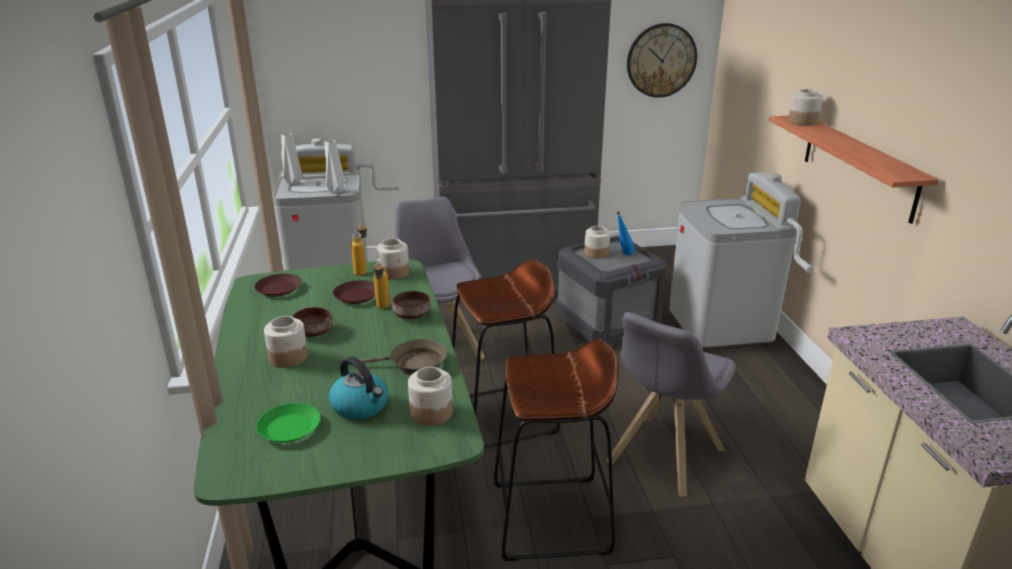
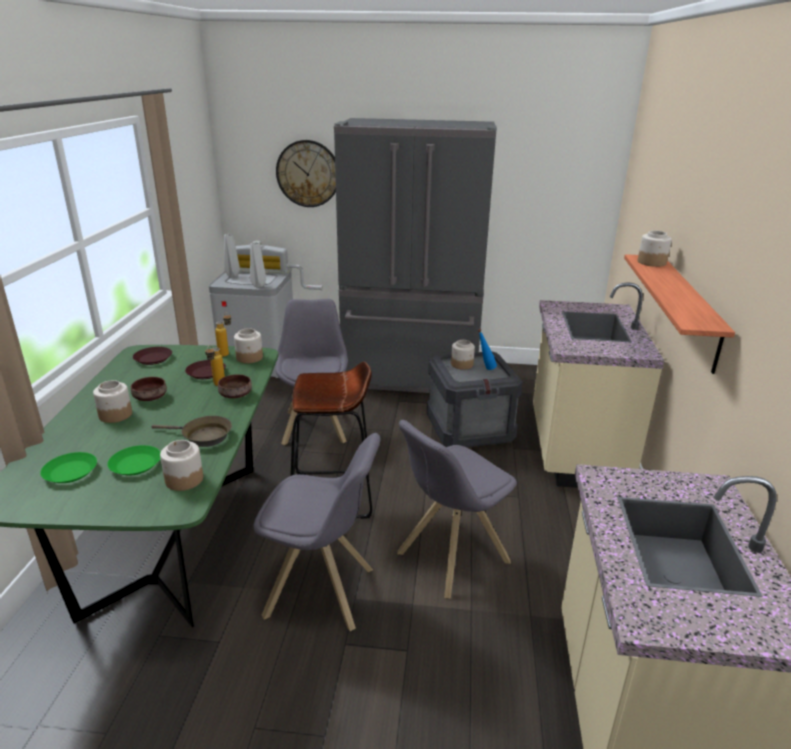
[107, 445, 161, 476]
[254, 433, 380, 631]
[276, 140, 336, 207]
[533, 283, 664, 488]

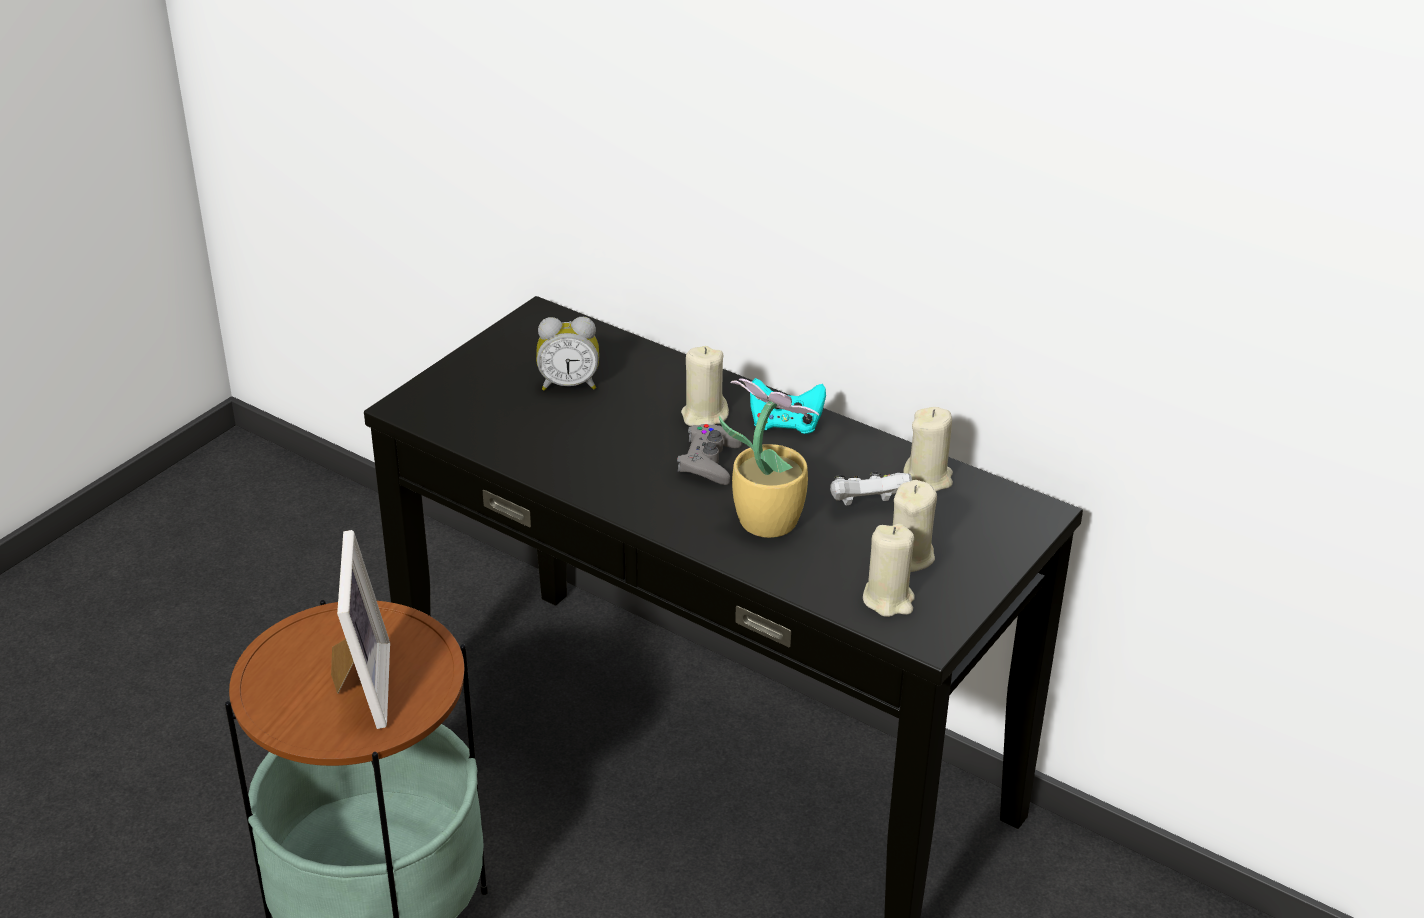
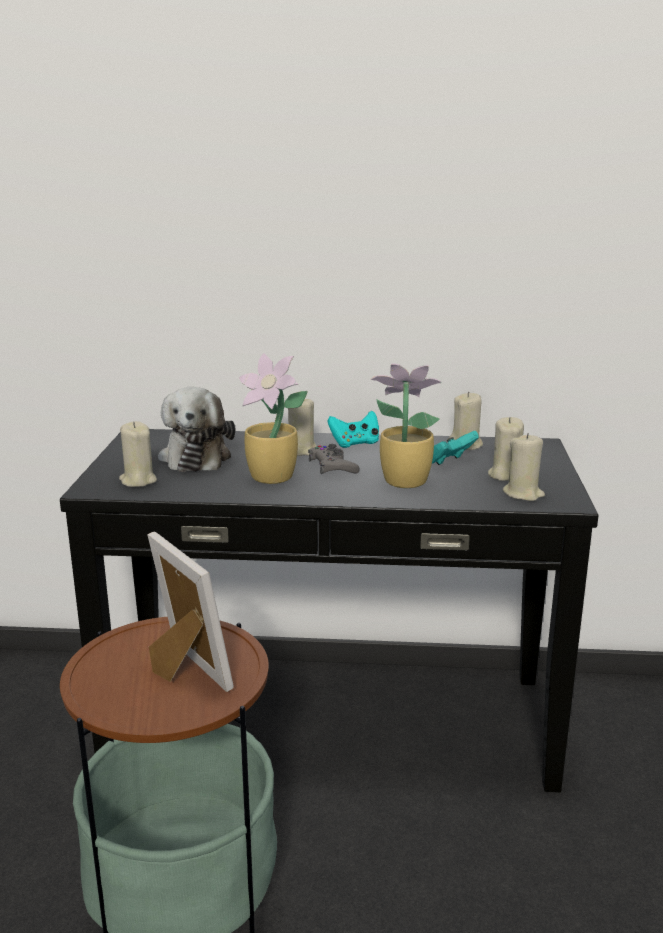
[158, 387, 235, 472]
[432, 431, 479, 465]
[119, 421, 157, 487]
[239, 353, 308, 484]

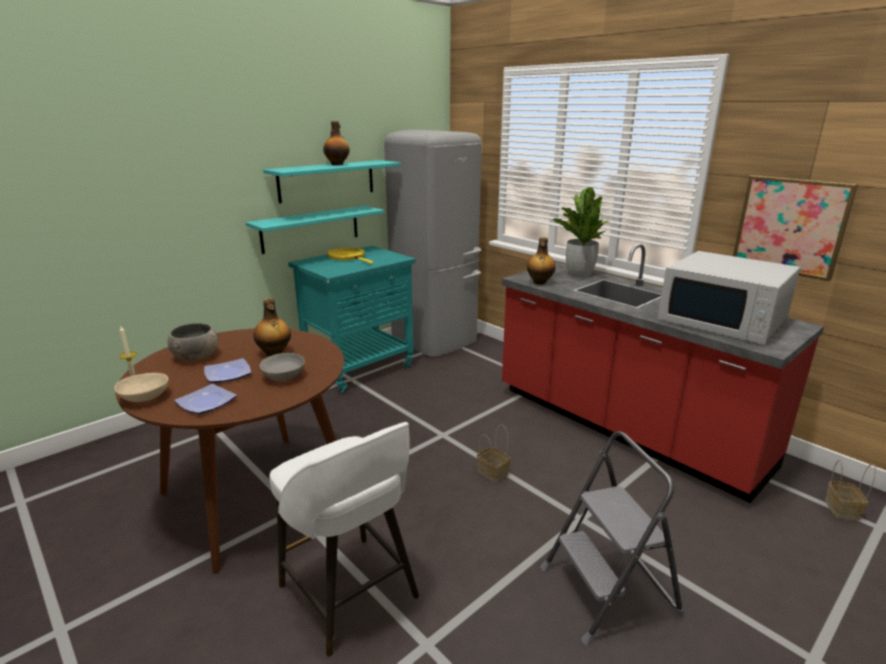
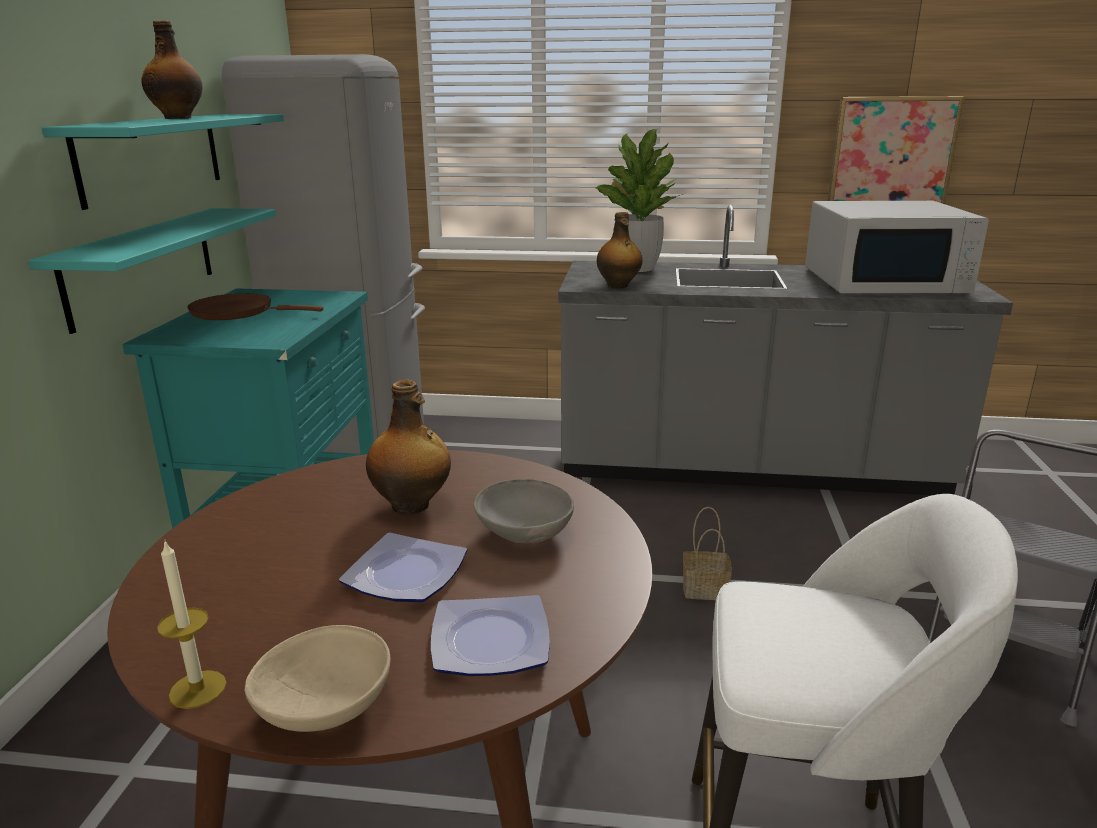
[168, 323, 218, 361] (first image)
[188, 293, 324, 320]
[558, 205, 1013, 495]
[825, 460, 876, 521] (first image)

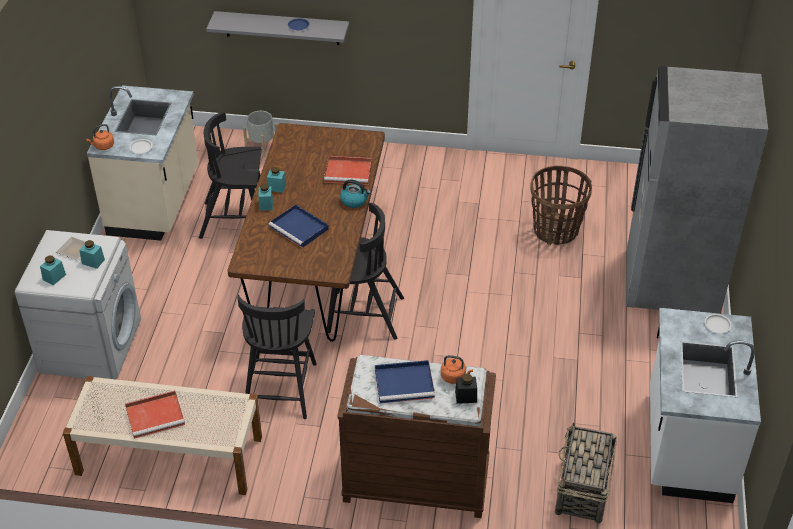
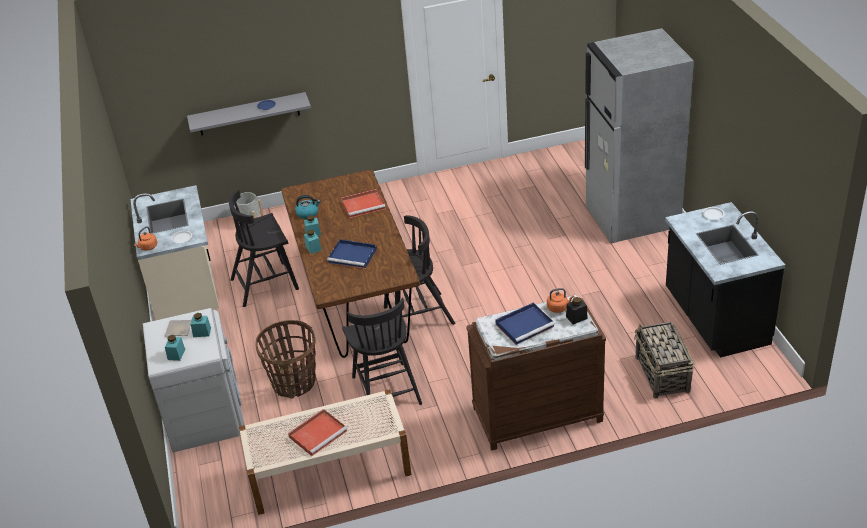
[295, 195, 321, 219]
[255, 320, 316, 399]
[665, 202, 785, 358]

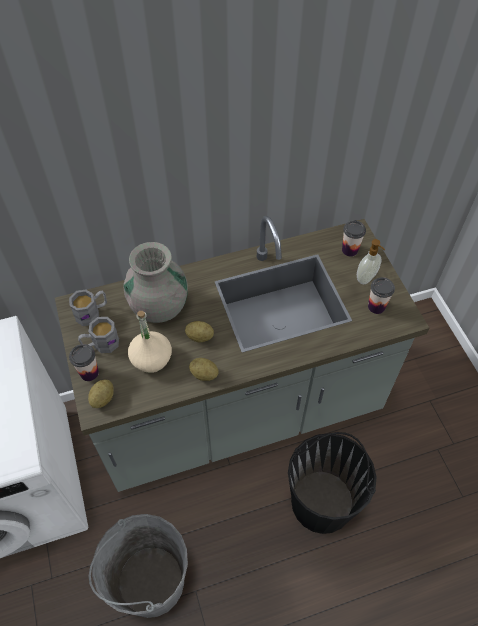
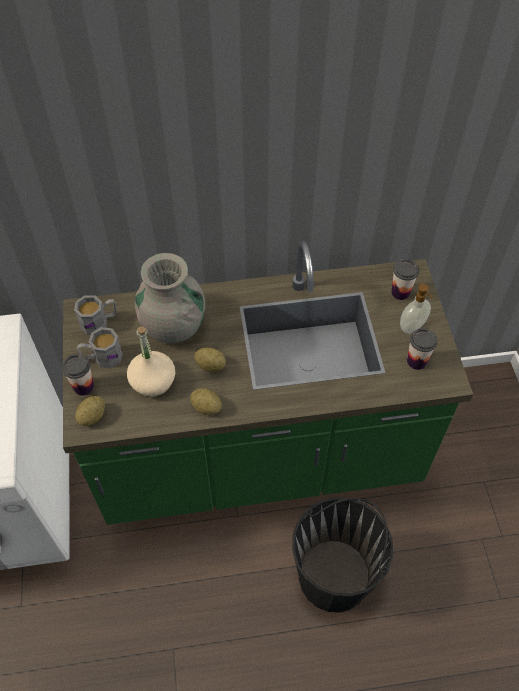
[63, 241, 473, 525]
[89, 514, 188, 618] (first image)

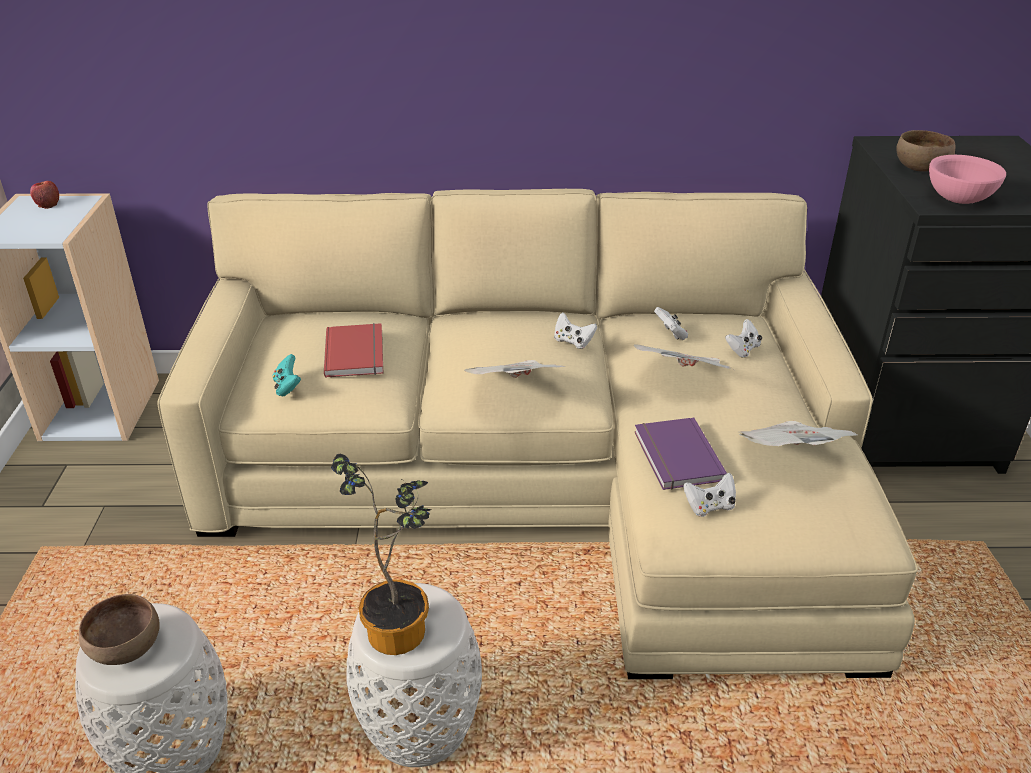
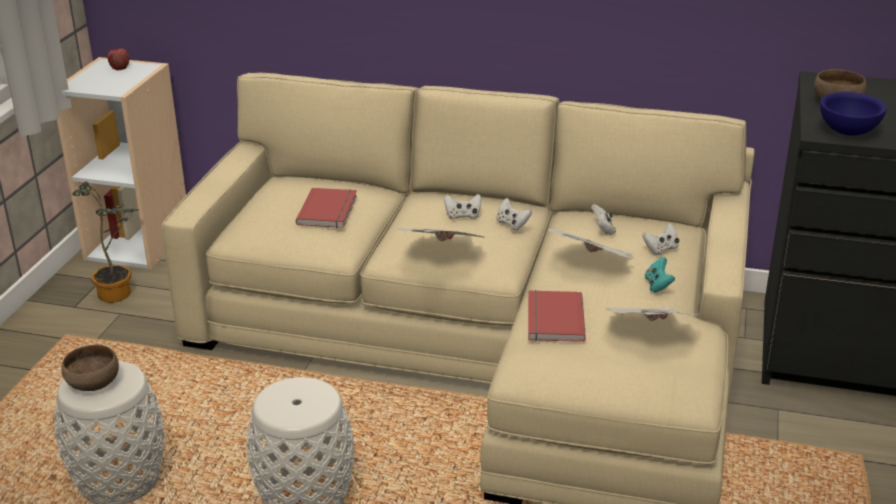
[645, 257, 675, 292]
[72, 181, 139, 303]
[528, 290, 586, 342]
[444, 194, 481, 219]
[820, 92, 887, 136]

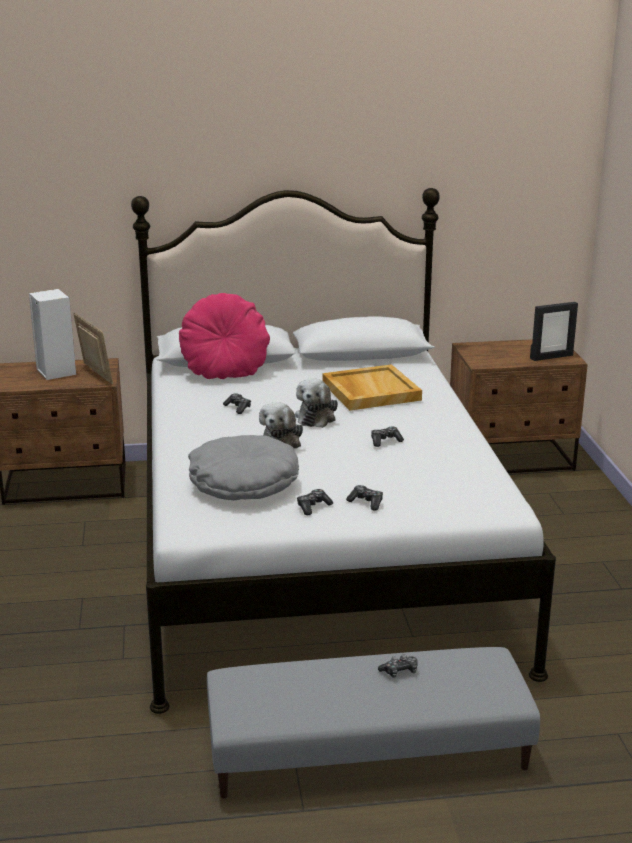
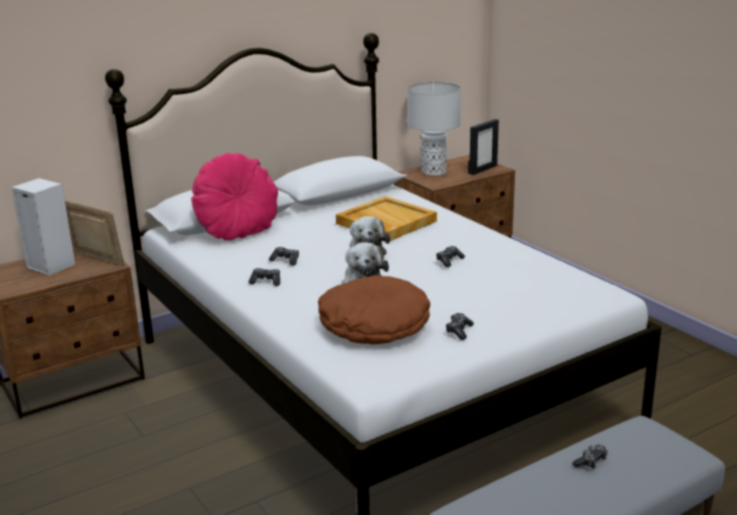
[318, 275, 430, 344]
[249, 268, 280, 286]
[408, 82, 461, 176]

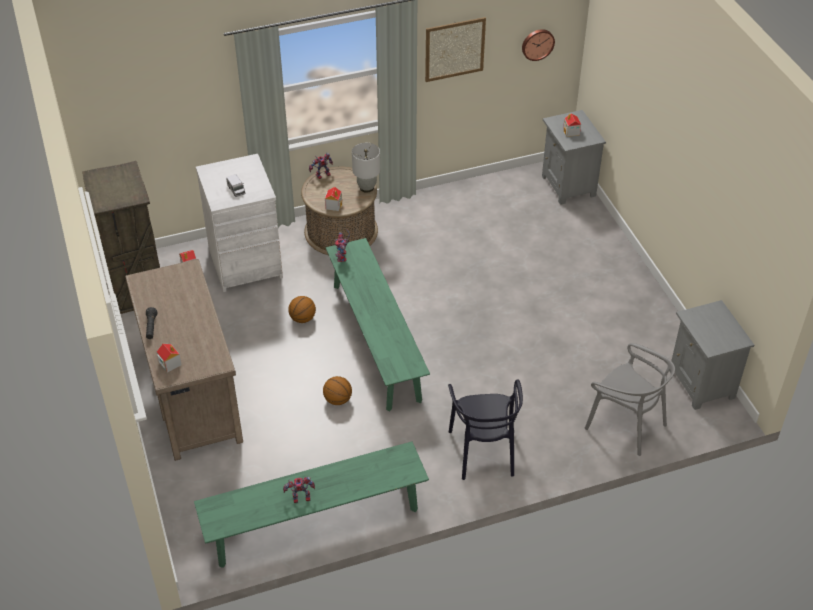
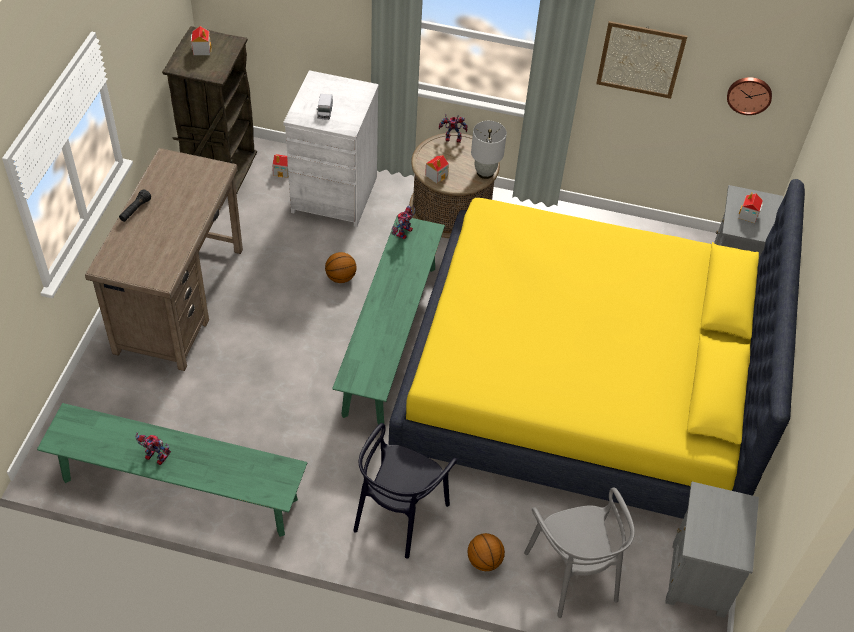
[191, 26, 212, 55]
[468, 533, 505, 571]
[389, 179, 805, 519]

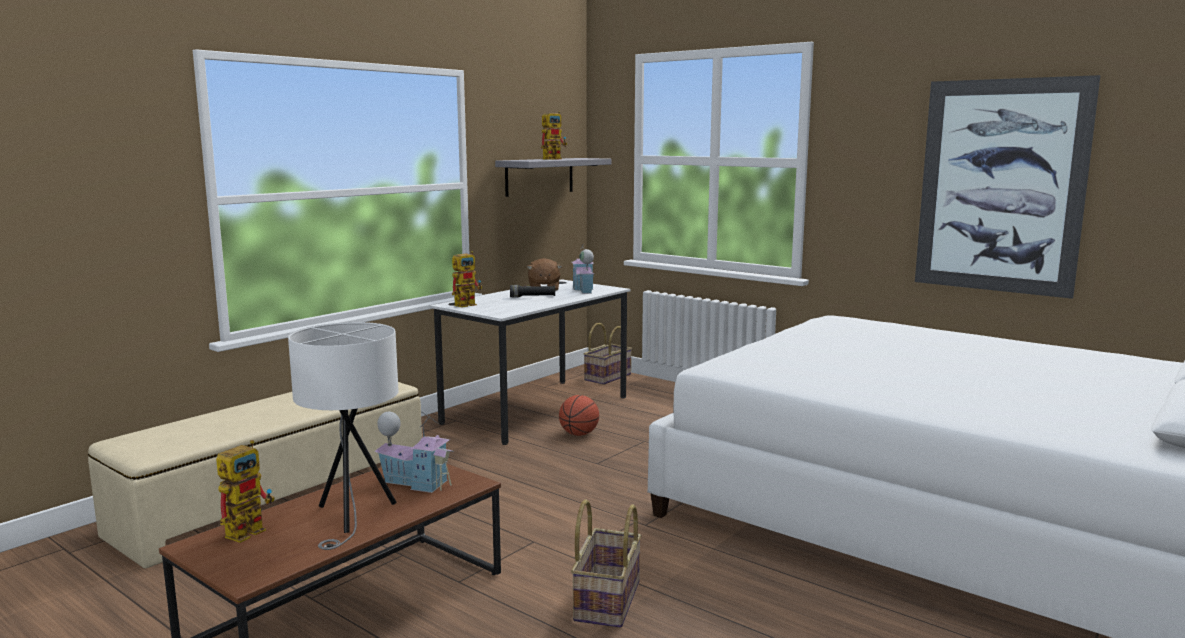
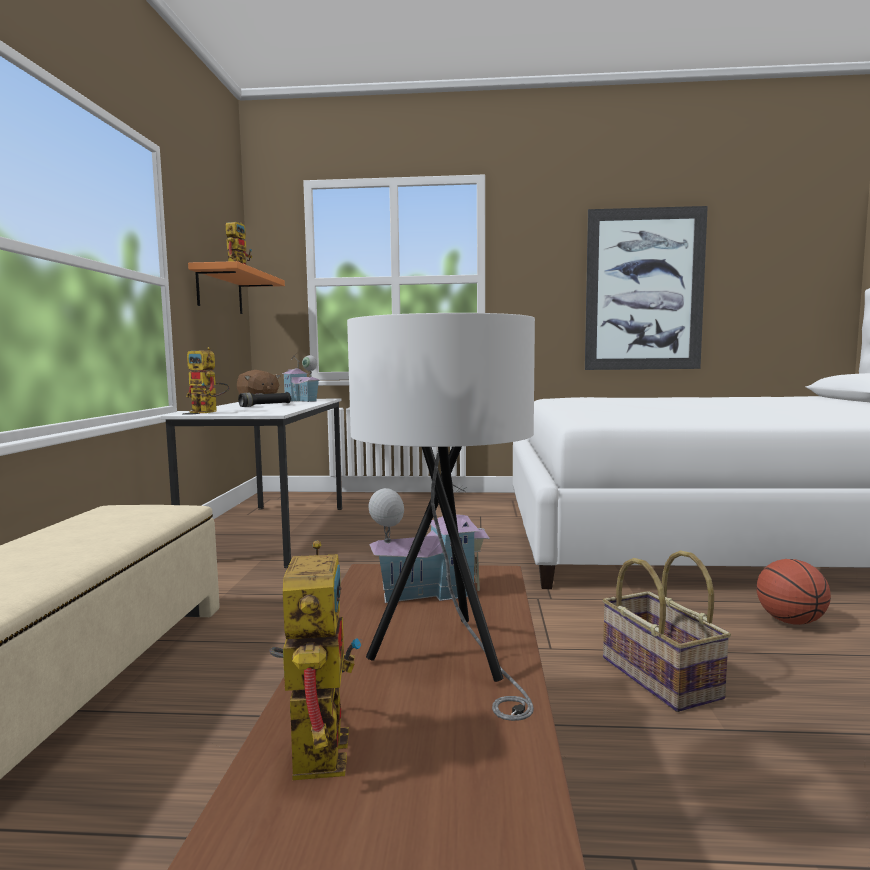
[186, 347, 230, 413]
[188, 261, 285, 314]
[756, 559, 831, 625]
[583, 323, 632, 385] (first image)

